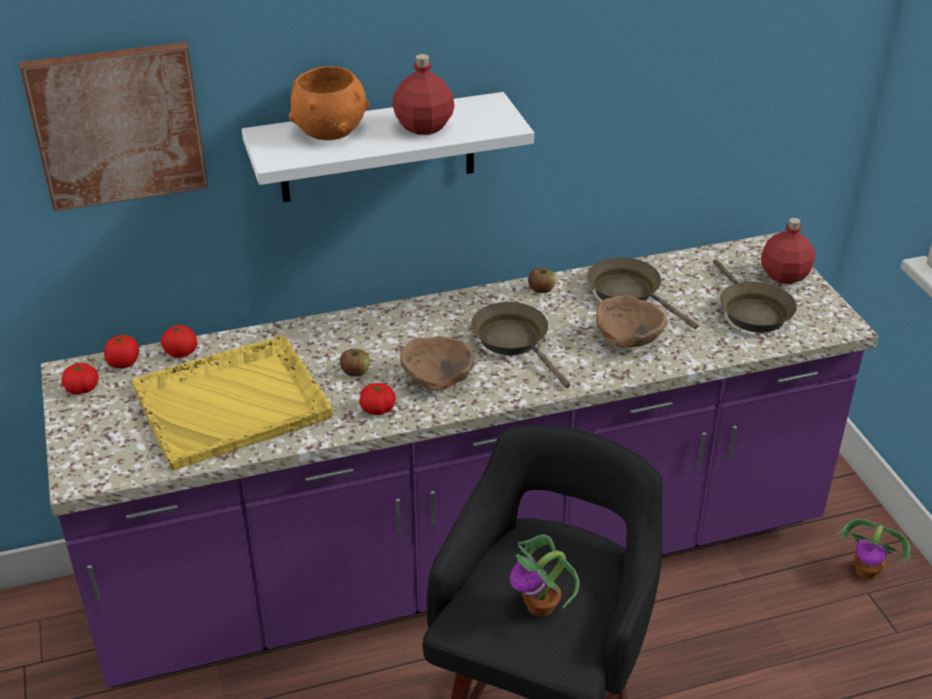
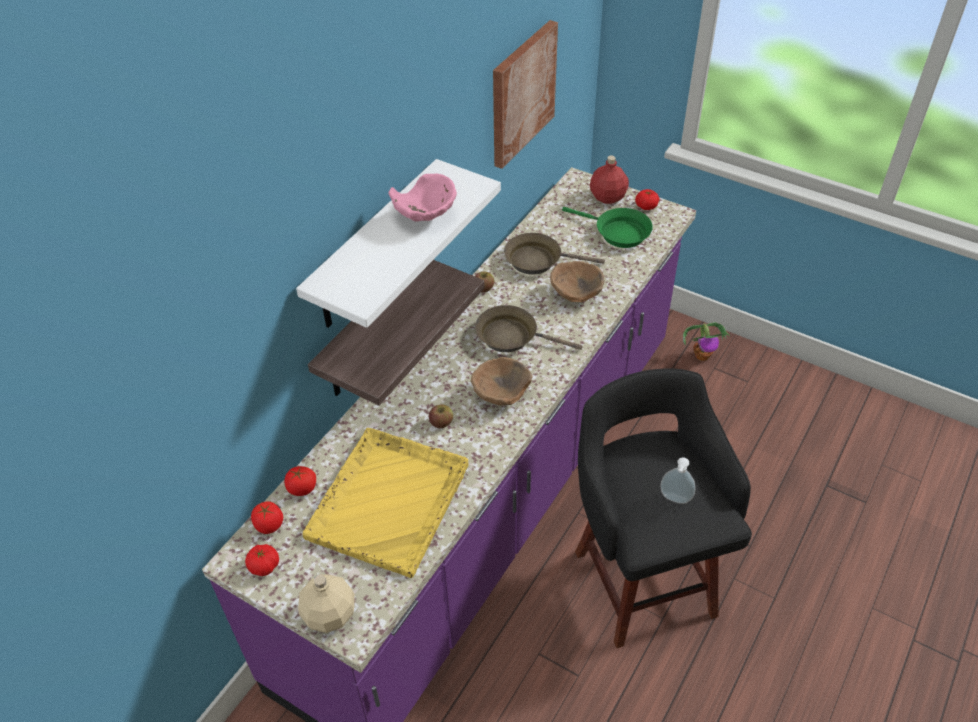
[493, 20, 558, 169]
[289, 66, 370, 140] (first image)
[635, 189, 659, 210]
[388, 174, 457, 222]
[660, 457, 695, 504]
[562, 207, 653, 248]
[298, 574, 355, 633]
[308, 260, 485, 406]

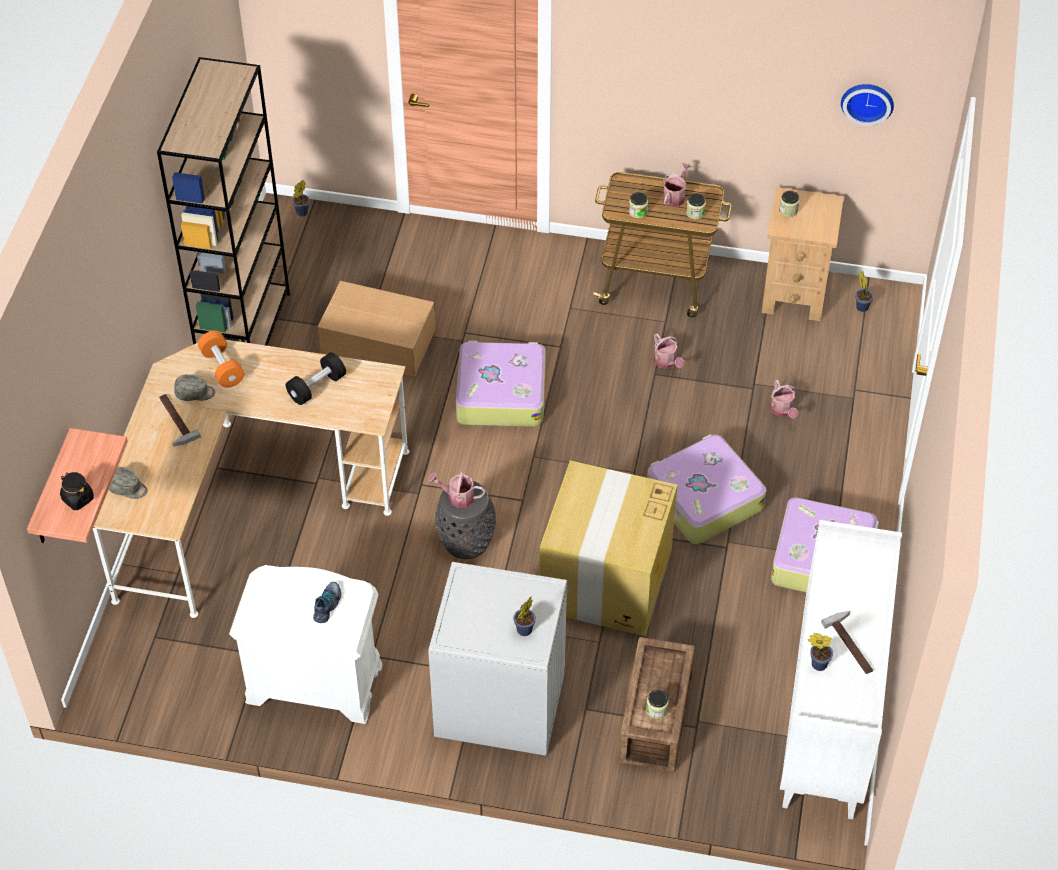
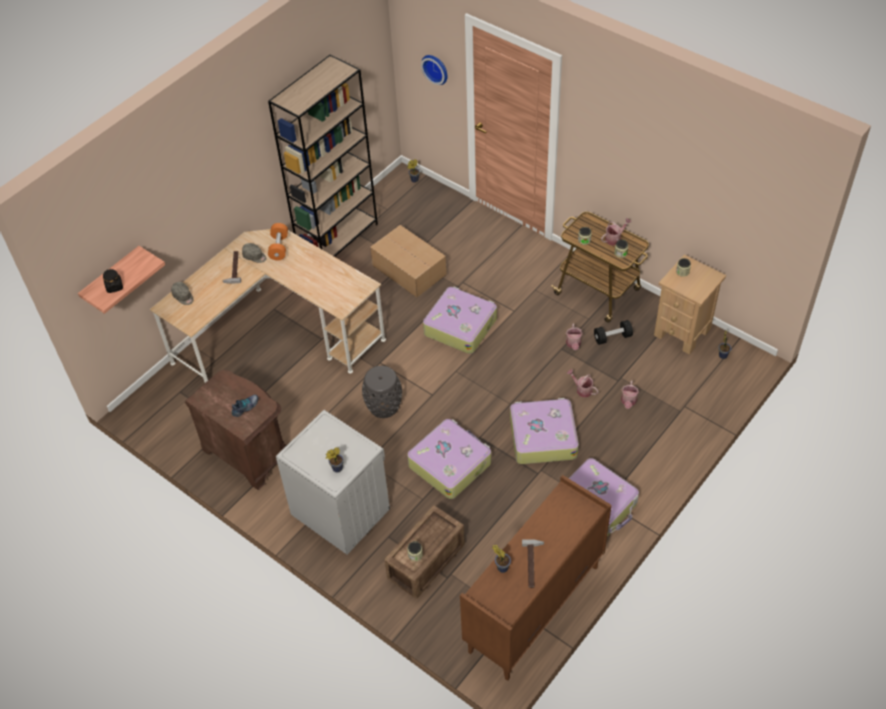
[185, 370, 287, 490]
[594, 320, 633, 345]
[567, 369, 599, 398]
[407, 419, 491, 499]
[460, 475, 612, 681]
[421, 55, 448, 85]

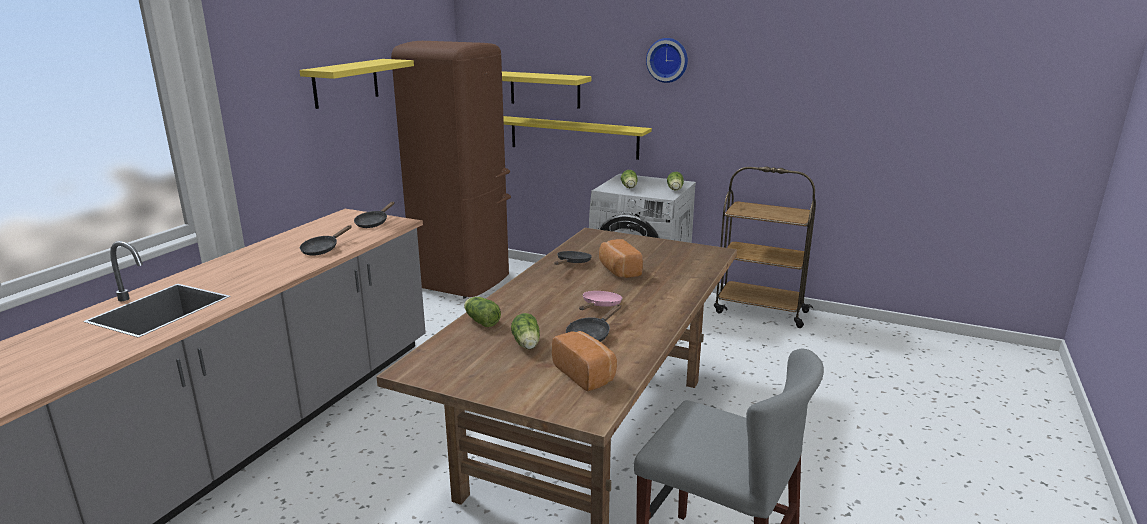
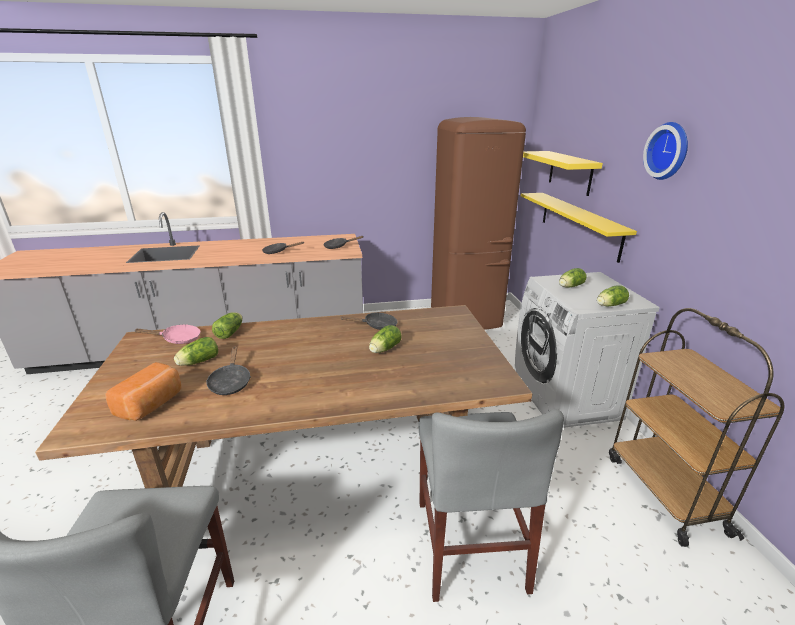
[299, 59, 414, 109] (first image)
[206, 346, 251, 395]
[134, 324, 200, 344]
[369, 325, 402, 353]
[418, 409, 564, 602]

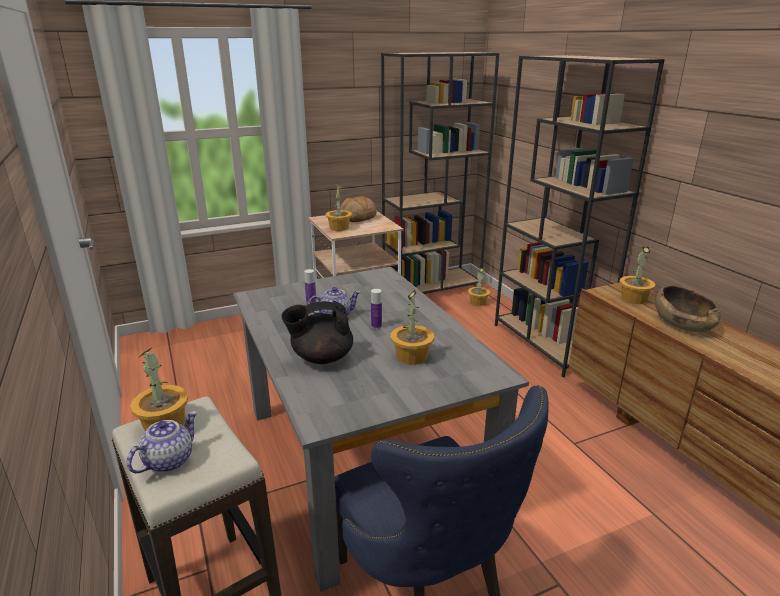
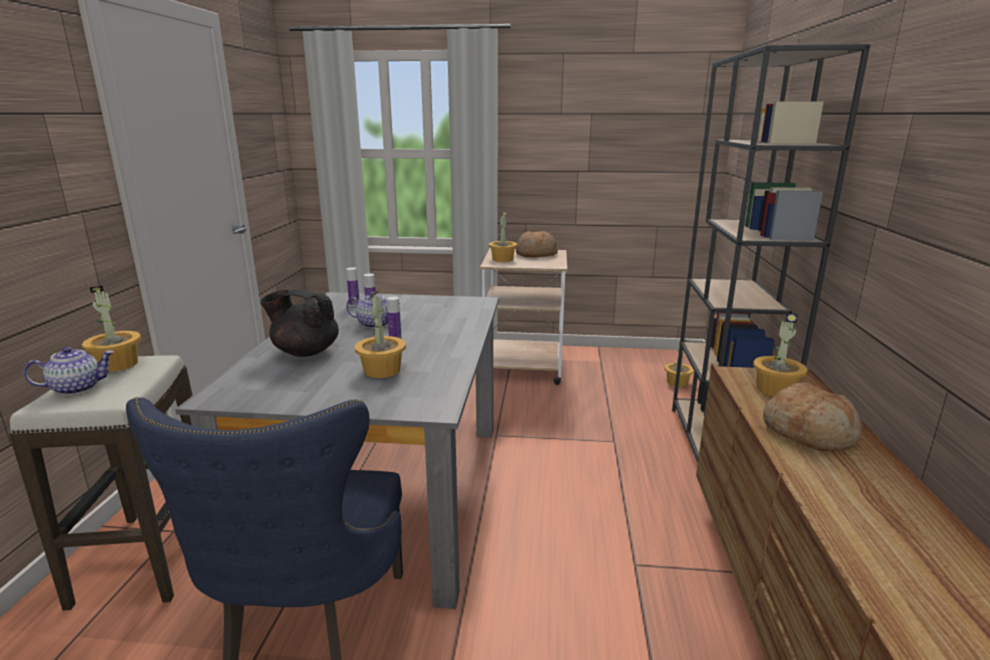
[381, 52, 499, 294] (first image)
[763, 383, 862, 451]
[346, 267, 359, 306]

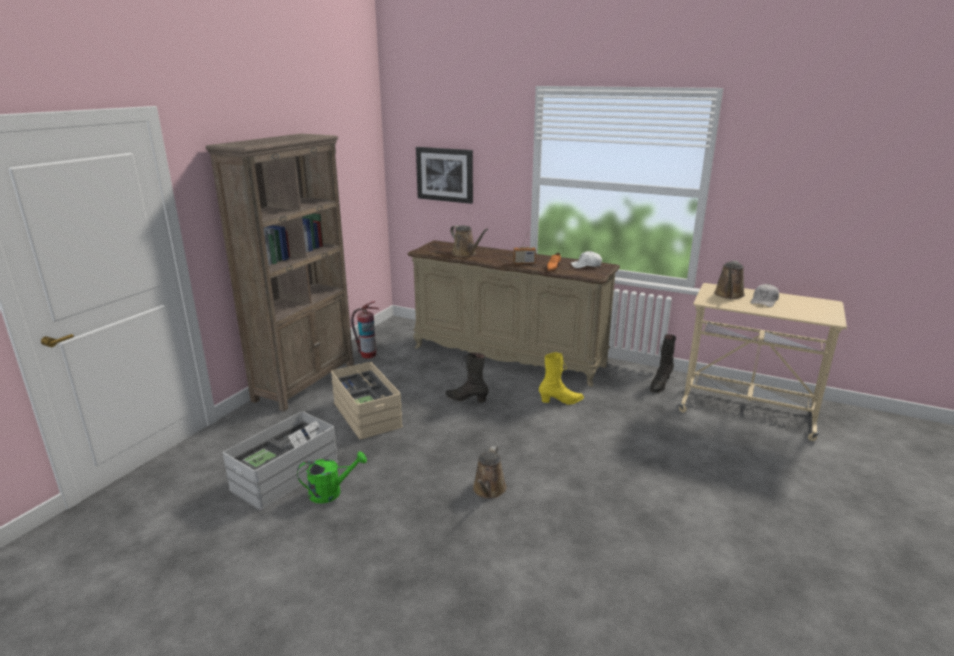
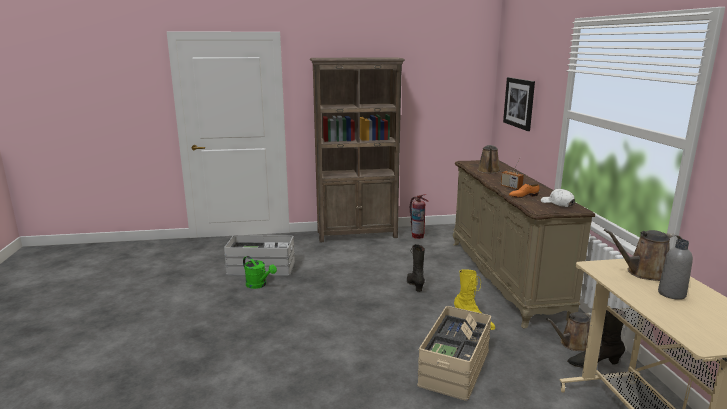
[417, 306, 491, 401]
[546, 312, 592, 351]
[658, 239, 693, 300]

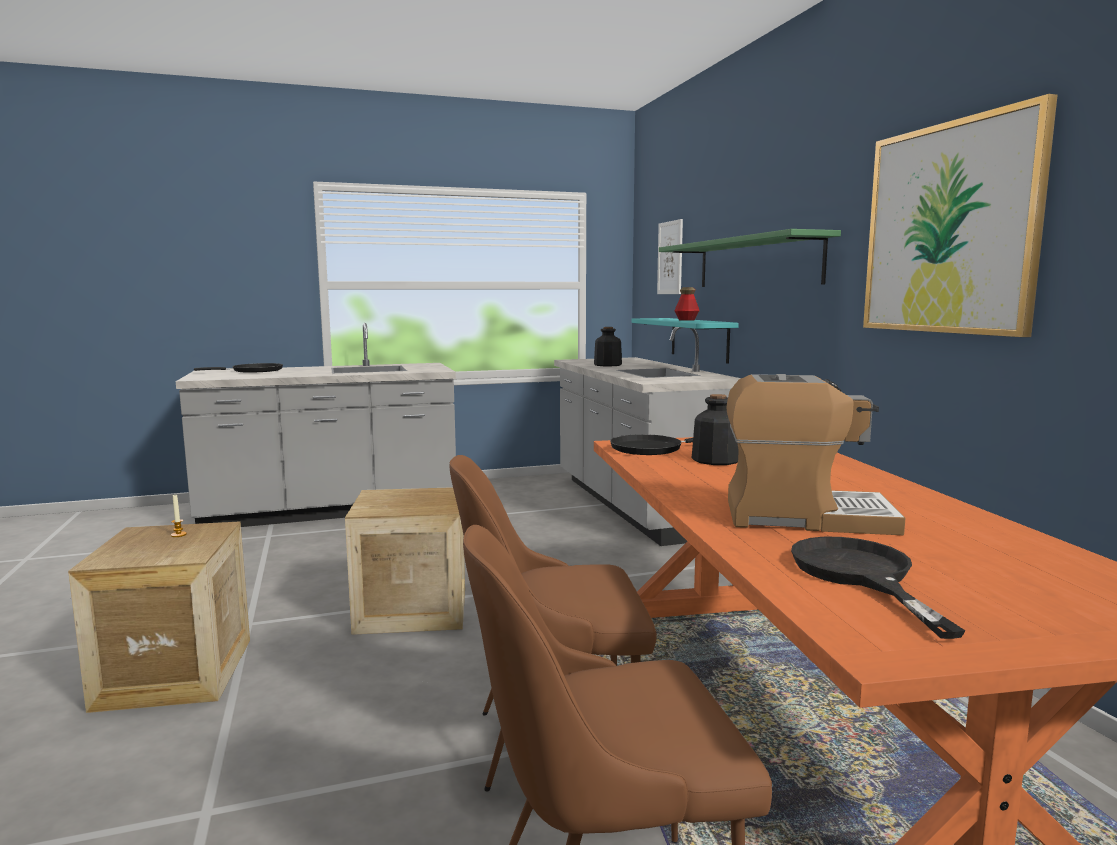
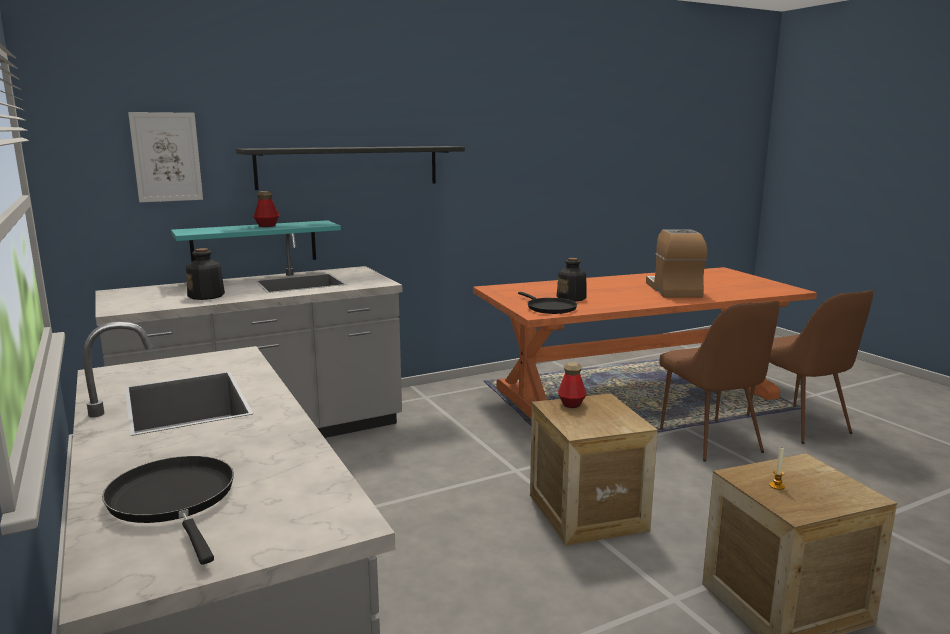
[236, 146, 465, 190]
[791, 537, 966, 639] (first image)
[863, 94, 1058, 337] (first image)
[558, 362, 587, 408]

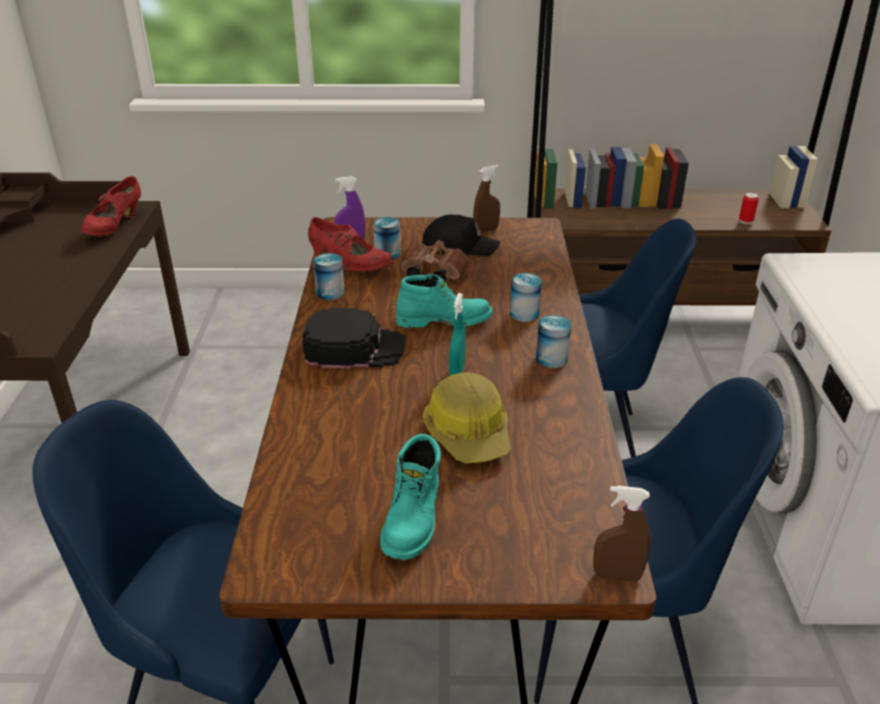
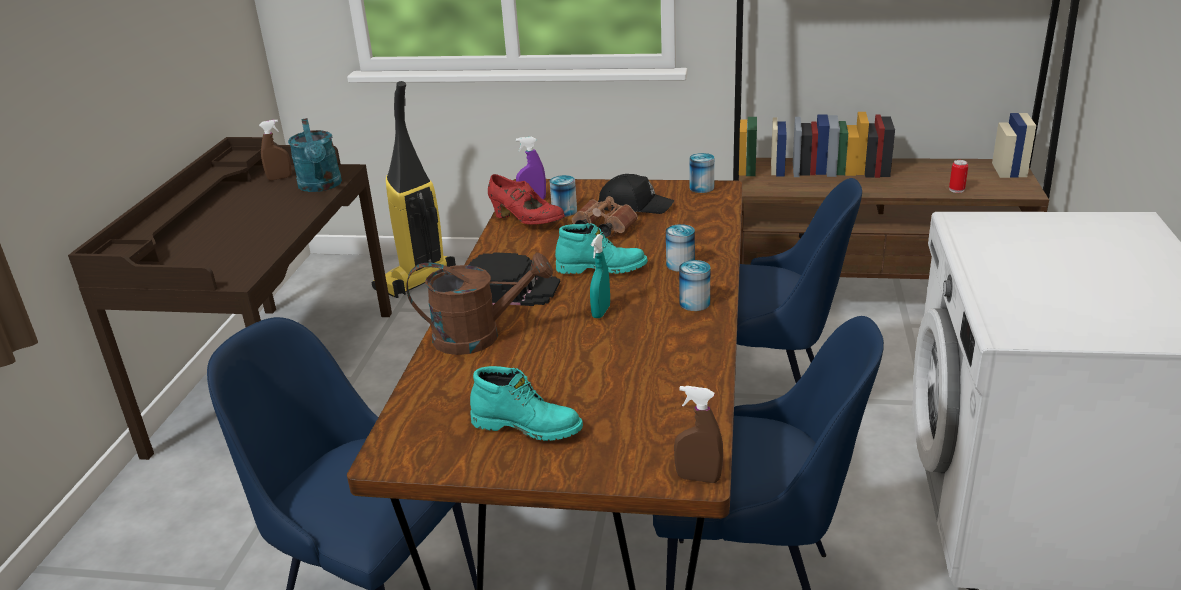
[288, 118, 342, 192]
[689, 153, 714, 193]
[470, 366, 583, 441]
[423, 372, 511, 463] (first image)
[259, 120, 292, 180]
[372, 81, 456, 298]
[406, 252, 553, 355]

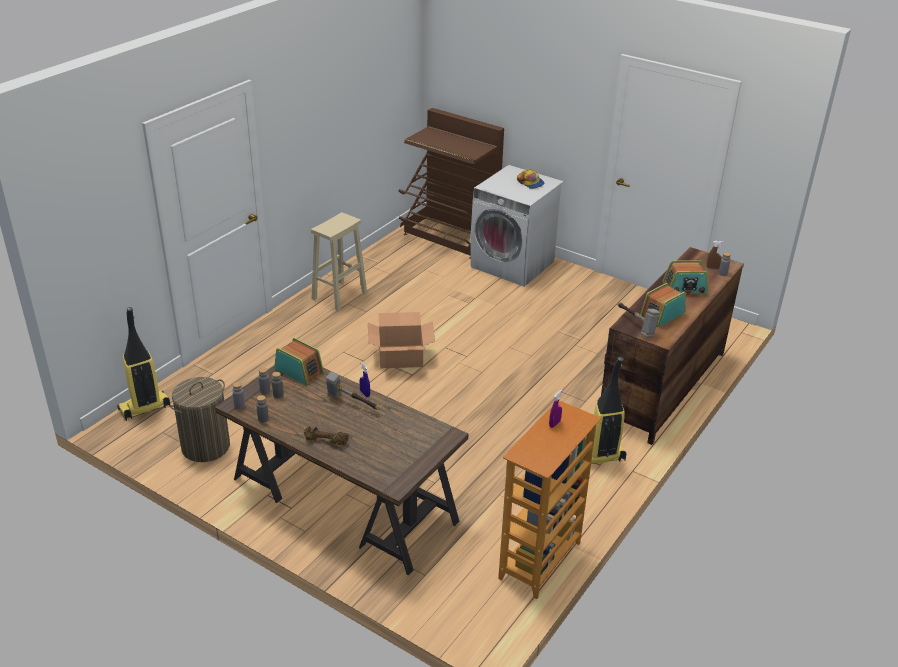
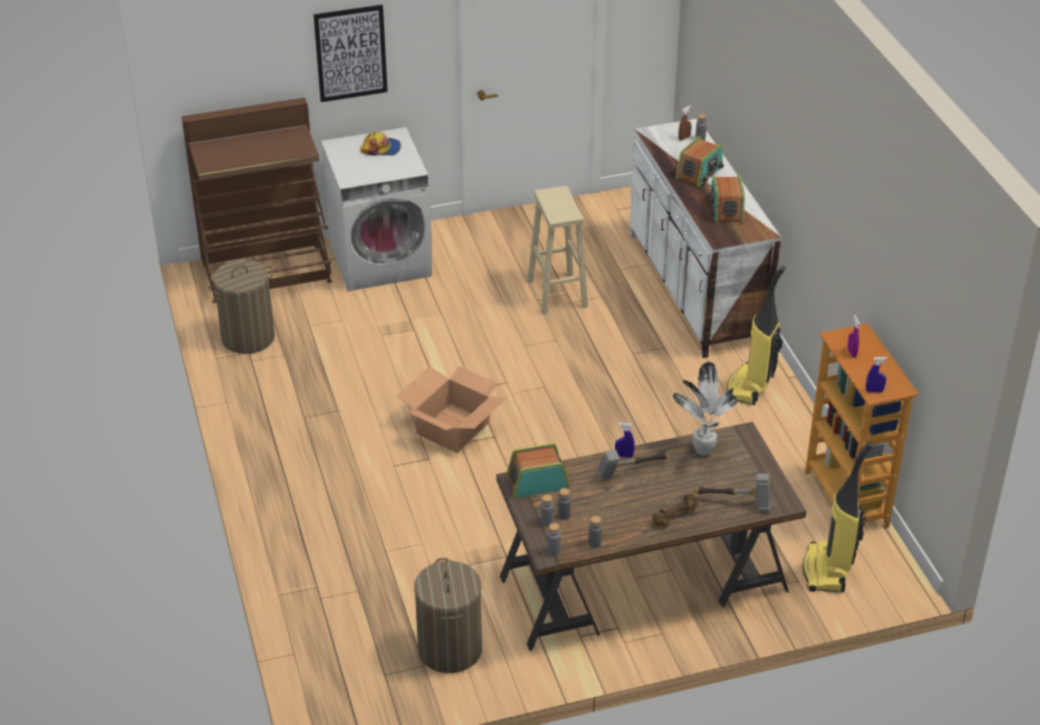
[803, 442, 873, 592]
[527, 186, 588, 314]
[630, 118, 782, 358]
[694, 473, 771, 511]
[209, 260, 275, 354]
[313, 5, 388, 102]
[673, 362, 738, 455]
[866, 357, 888, 393]

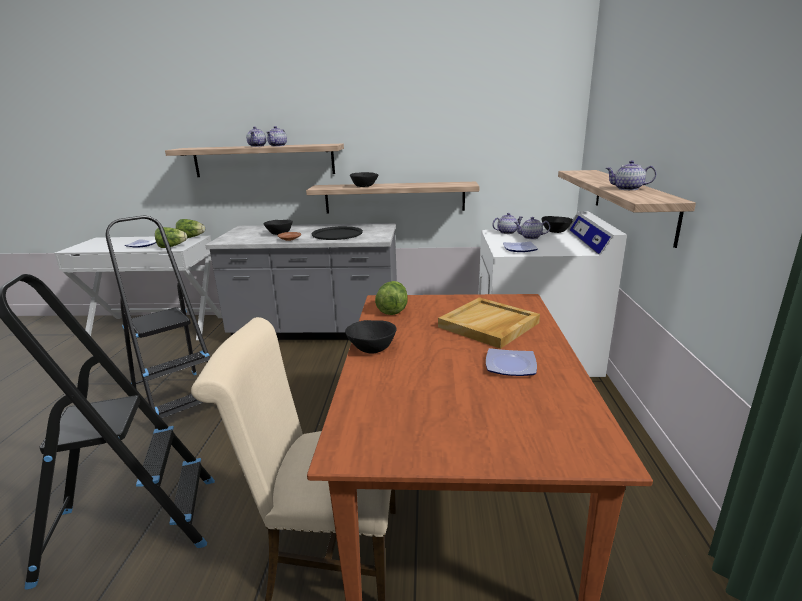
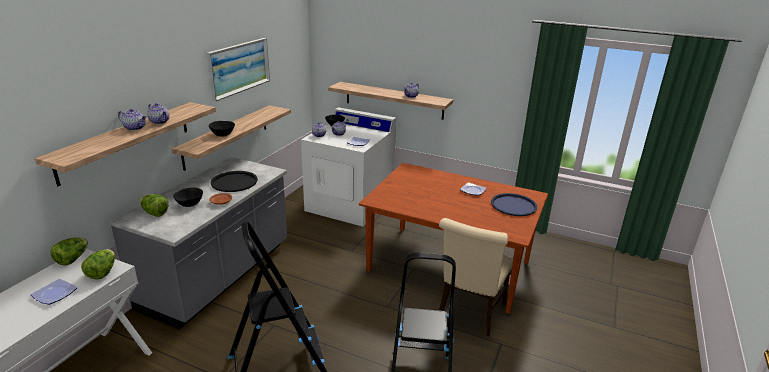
[345, 320, 397, 354] (first image)
[140, 194, 168, 217]
[438, 297, 540, 349] (first image)
[207, 38, 270, 101]
[491, 193, 538, 216]

